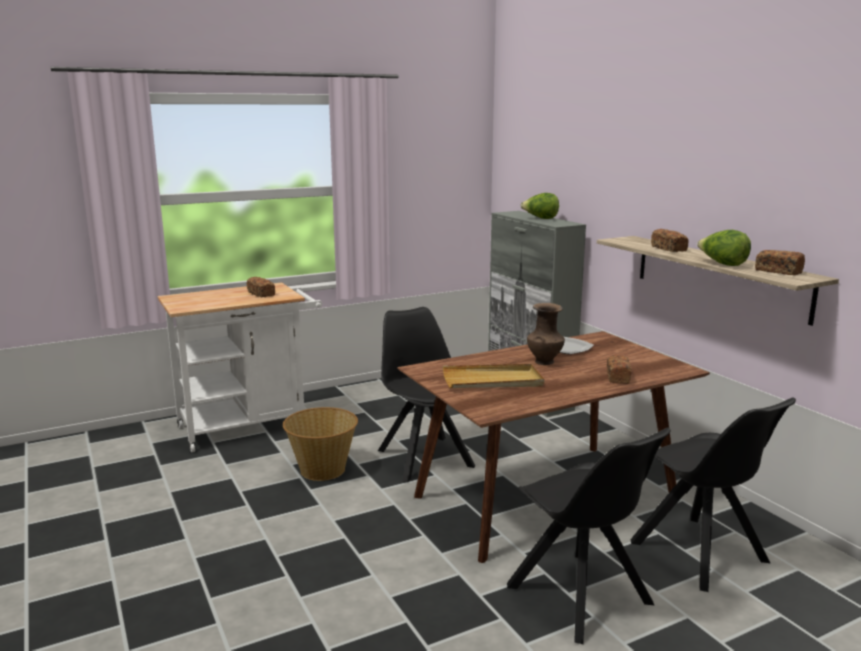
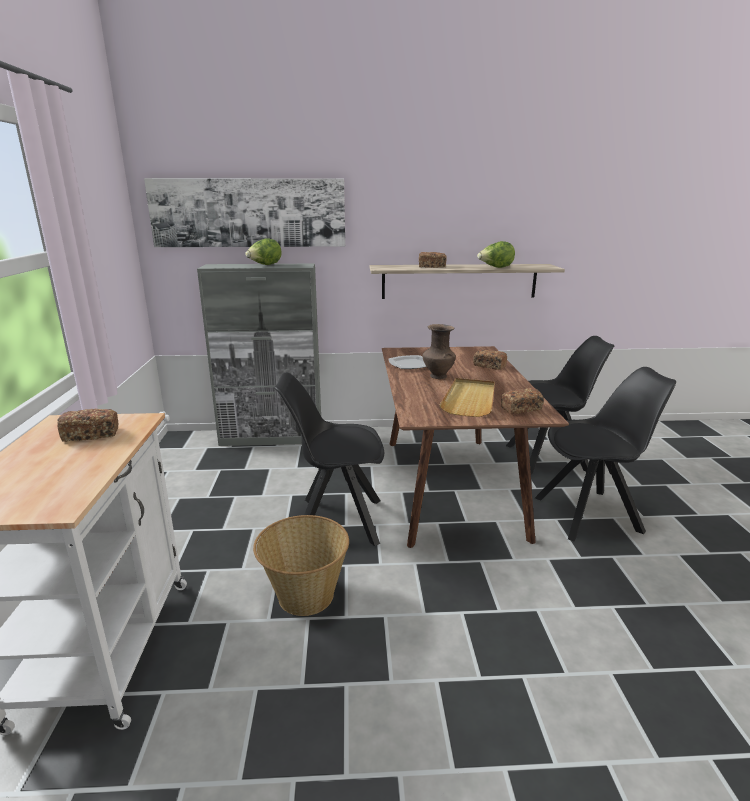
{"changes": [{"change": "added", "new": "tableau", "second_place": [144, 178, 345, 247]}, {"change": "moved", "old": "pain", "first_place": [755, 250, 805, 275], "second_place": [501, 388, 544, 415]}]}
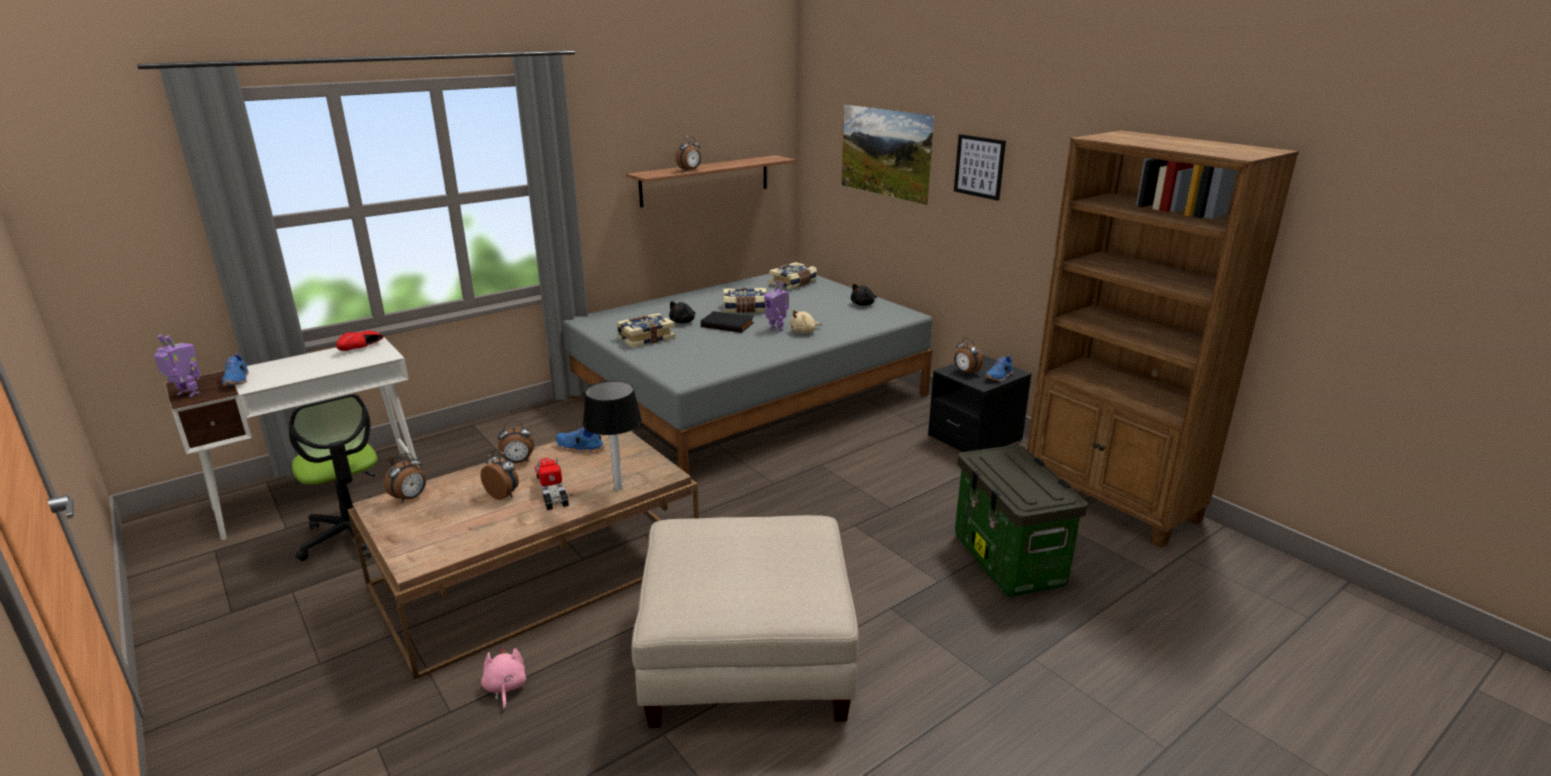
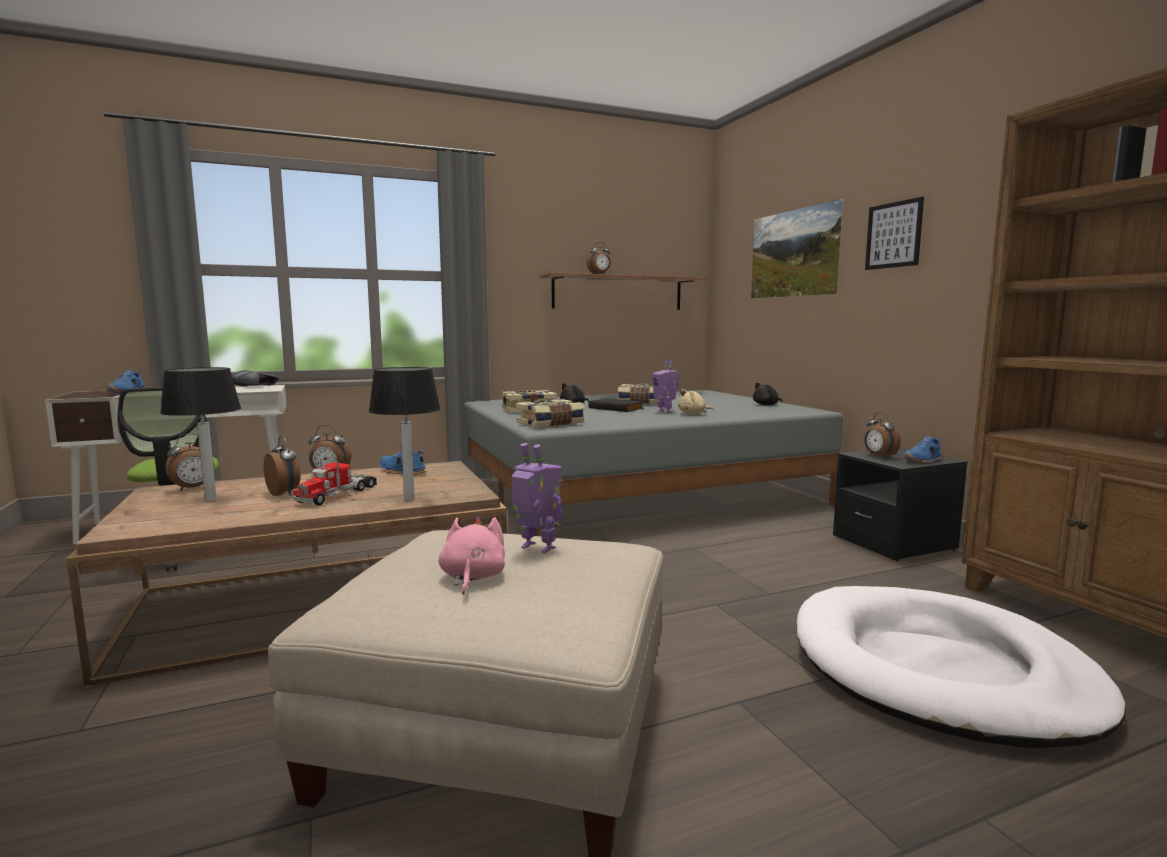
{"changes": [{"change": "added", "new": "lampe de table", "second_place": [160, 367, 242, 502]}, {"change": "moved", "old": "robot jouet", "first_place": [154, 334, 201, 397], "second_place": [511, 443, 562, 553]}, {"change": "moved", "old": "peluche (rose)", "first_place": [481, 646, 526, 710], "second_place": [439, 516, 505, 595]}, {"change": "moved", "old": "livre", "first_place": [769, 262, 817, 290], "second_place": [516, 399, 584, 427]}, {"change": "replaced", "old": "boîte de rangement", "new": "panier pour chien (blanc)", "first_place": [955, 445, 1088, 597], "second_place": [797, 586, 1125, 748]}, {"change": "recoloured", "old": "chaussure (rouge)", "new": "chaussure (noir)", "first_place": [336, 330, 384, 351], "second_place": [232, 370, 279, 387]}, {"change": "turned", "old": "camion jouet", "first_place": [535, 457, 569, 510], "second_place": [293, 459, 377, 506], "degrees": -150}]}
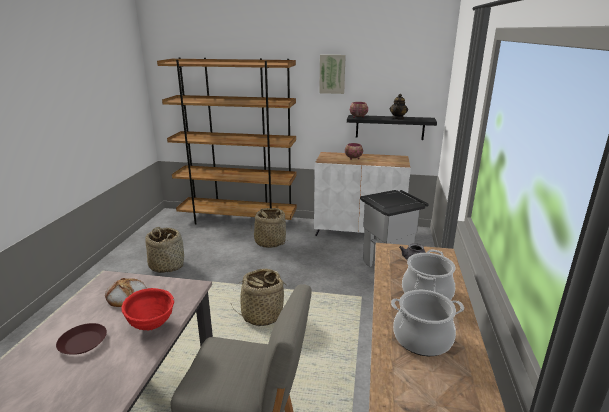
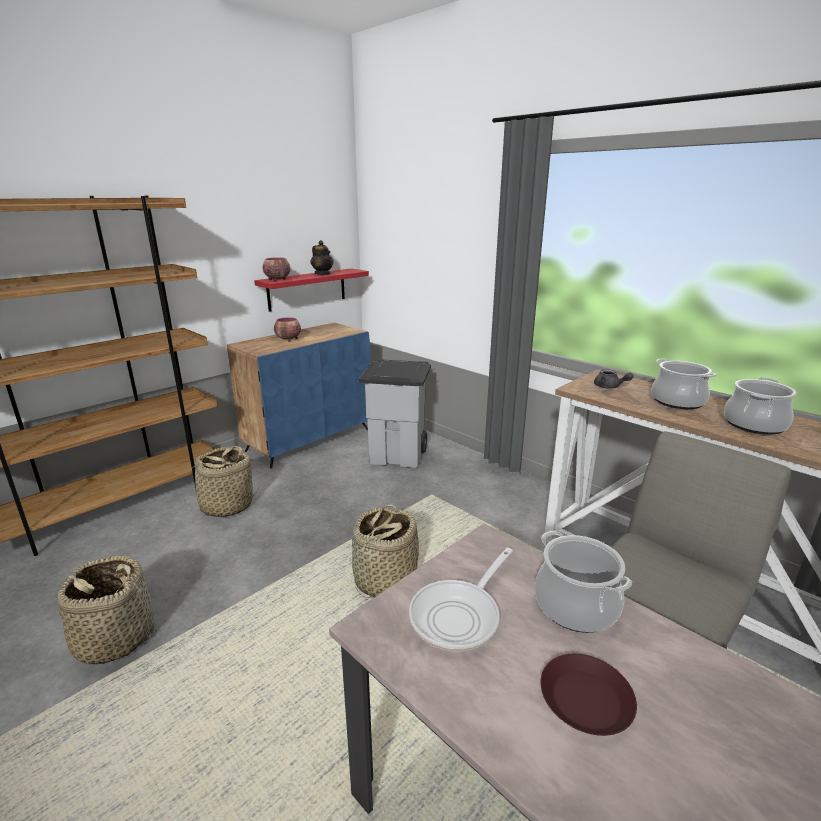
{"changes": [{"change": "removed", "old": "tableau", "first_place": [319, 55, 346, 94]}, {"change": "replaced", "old": "pain", "new": "poêle", "first_place": [105, 278, 147, 307], "second_place": [409, 548, 513, 651]}, {"change": "replaced", "old": "bol (rouge)", "new": "marmite", "first_place": [122, 288, 174, 330], "second_place": [535, 531, 632, 633]}, {"change": "recoloured", "old": "meuble de rangement (blanc)", "new": "meuble de rangement (bleu)", "first_place": [314, 152, 411, 236], "second_place": [227, 323, 370, 469]}, {"change": "recoloured", "old": "étagère (noir)", "new": "étagère (rouge)", "first_place": [347, 115, 437, 140], "second_place": [254, 268, 369, 312]}]}
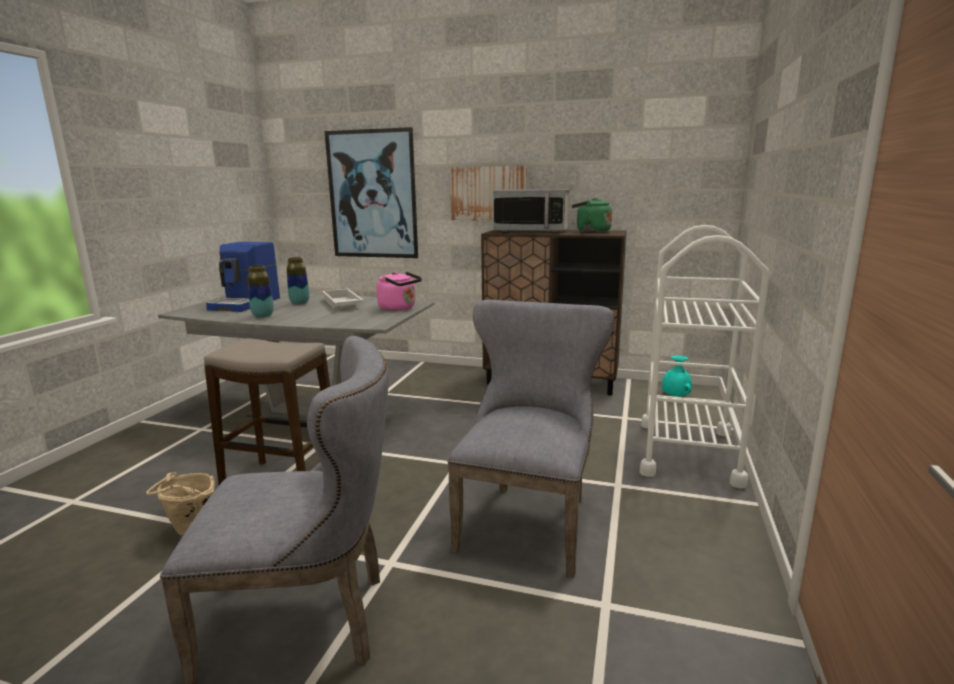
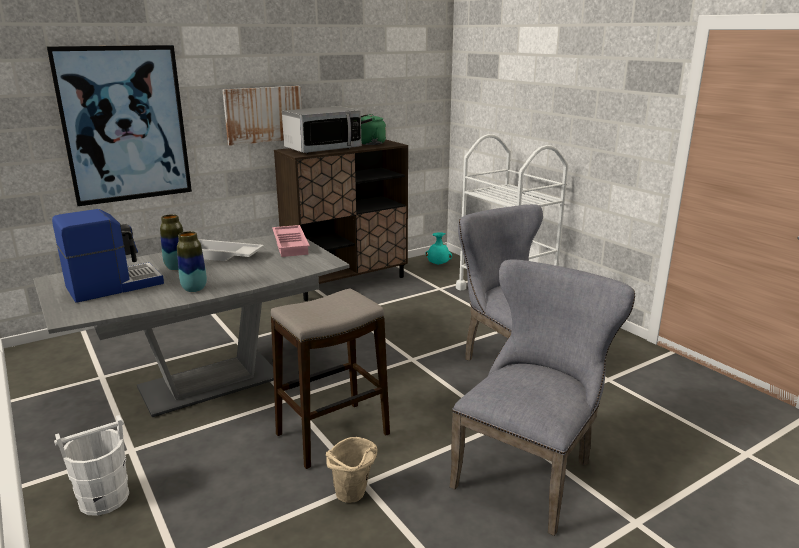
{"changes": [{"change": "added", "new": "seau (blanc)", "second_place": [54, 415, 129, 516]}, {"change": "replaced", "old": "bouilloire (rose)", "new": "plateau (rose)", "first_place": [377, 271, 422, 311], "second_place": [272, 225, 310, 257]}, {"change": "turned", "old": "machine à café", "first_place": [206, 242, 280, 312], "second_place": [52, 209, 164, 303], "degrees": -90}]}
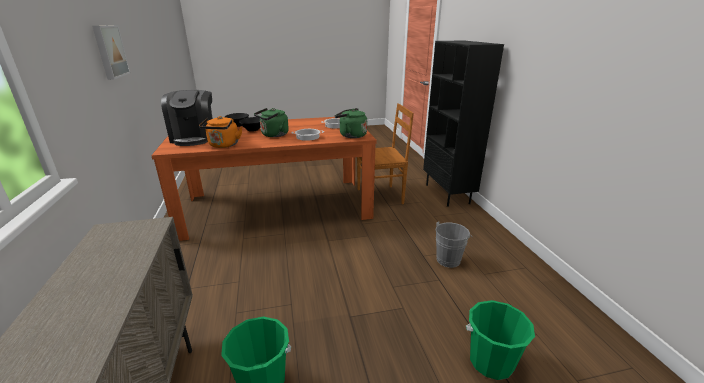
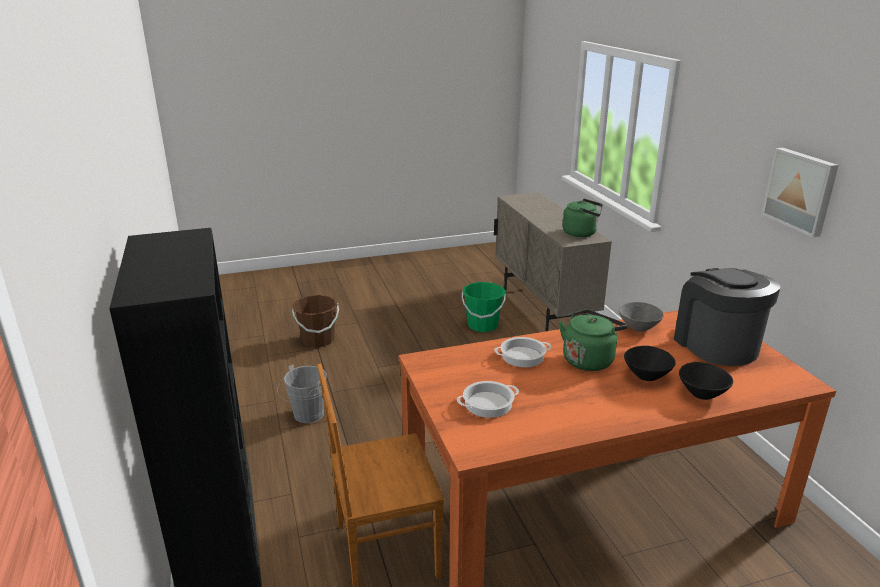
{"changes": [{"change": "moved", "old": "bouilloire (vert)", "first_place": [335, 108, 367, 138], "second_place": [562, 199, 603, 237]}, {"change": "replaced", "old": "bouilloire (orange)", "new": "bol (gris)", "first_place": [199, 116, 242, 148], "second_place": [619, 302, 664, 332]}, {"change": "recoloured", "old": "seau (vert)", "new": "seau (marron)", "first_place": [466, 300, 535, 380], "second_place": [292, 295, 339, 348]}]}
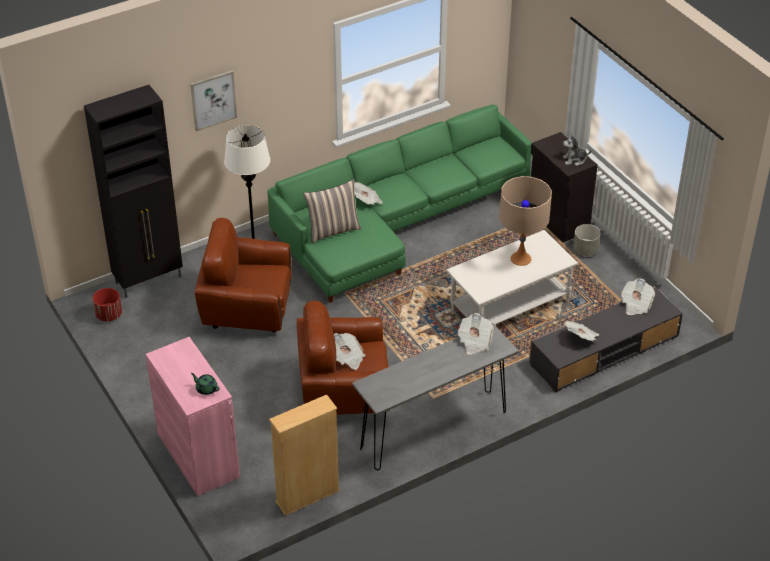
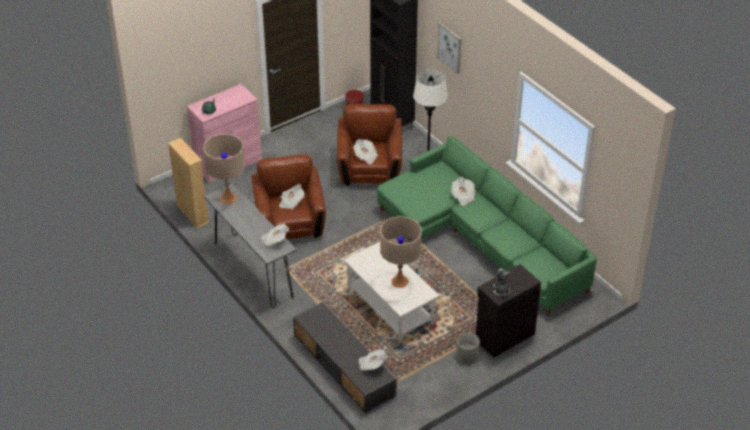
{"changes": [{"change": "removed", "old": "coussin", "first_place": [303, 179, 361, 243]}, {"change": "added", "new": "lampe de table (beige)", "second_place": [203, 134, 245, 204]}, {"change": "moved", "old": "journal", "first_place": [565, 321, 599, 341], "second_place": [353, 139, 378, 164]}]}
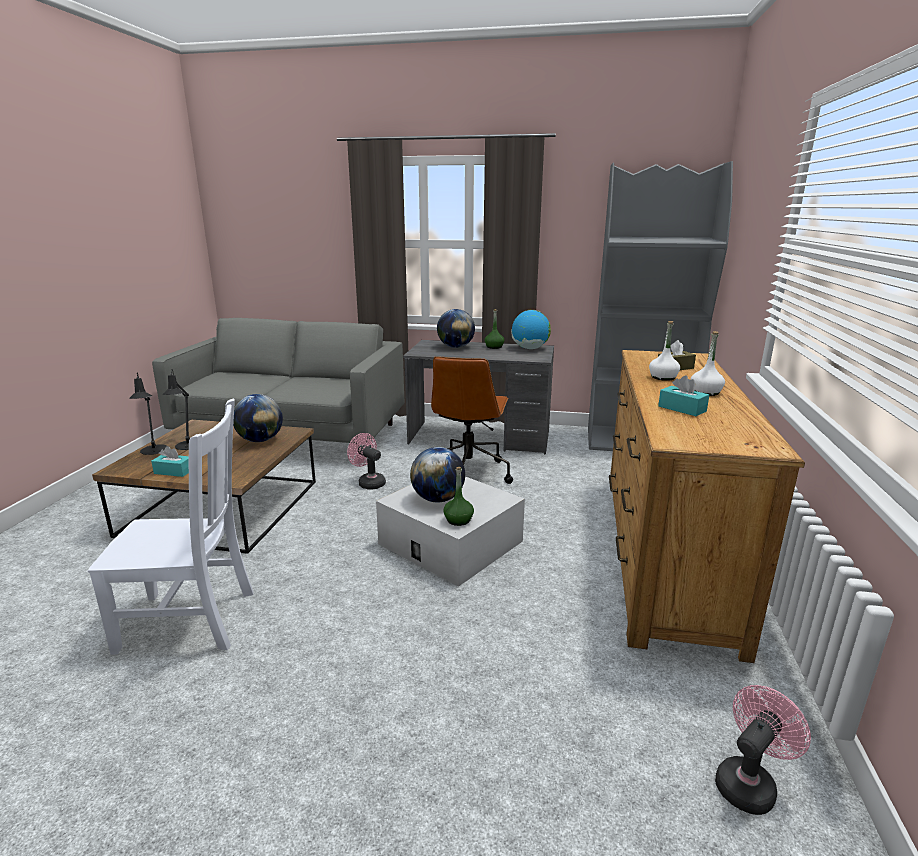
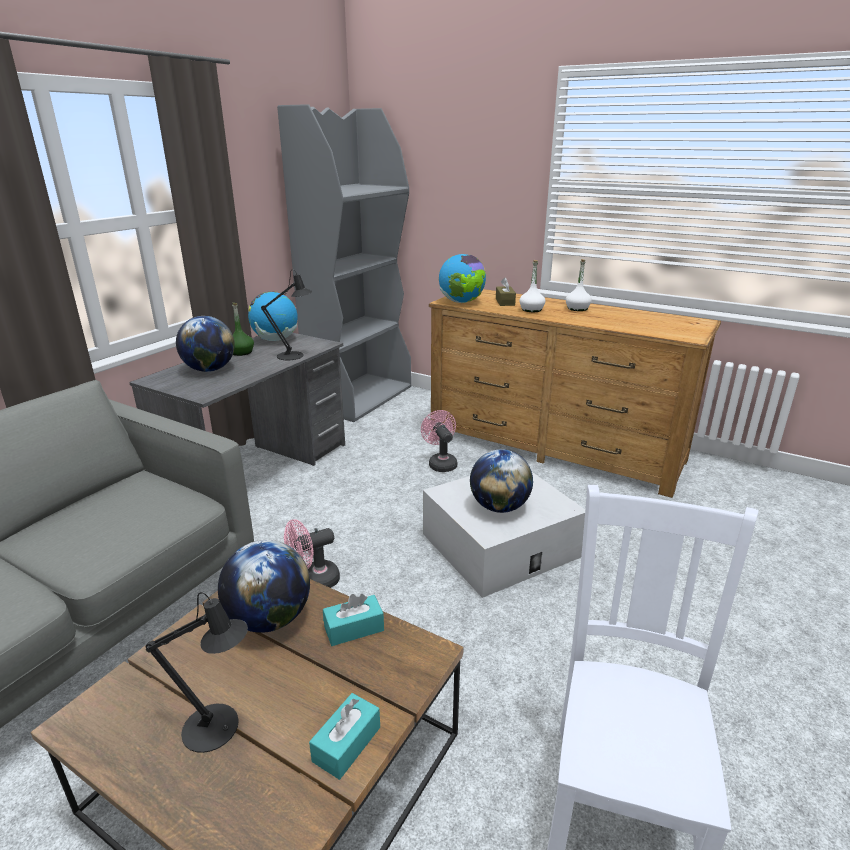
{"changes": [{"change": "removed", "old": "chaise de bureau (marron)", "first_place": [431, 356, 513, 484]}, {"change": "removed", "old": "bouteille (vert)", "first_place": [443, 467, 474, 526]}, {"change": "added", "new": "globe", "second_place": [439, 254, 486, 303]}, {"change": "moved", "old": "lampe de table (noir)", "first_place": [129, 372, 167, 455], "second_place": [261, 269, 312, 360]}, {"change": "moved", "old": "boîte à mouchoirs (turquoise)", "first_place": [658, 375, 709, 416], "second_place": [323, 594, 384, 646]}, {"change": "moved", "old": "ventilateur (rose)", "first_place": [715, 685, 811, 815], "second_place": [421, 410, 457, 472]}]}
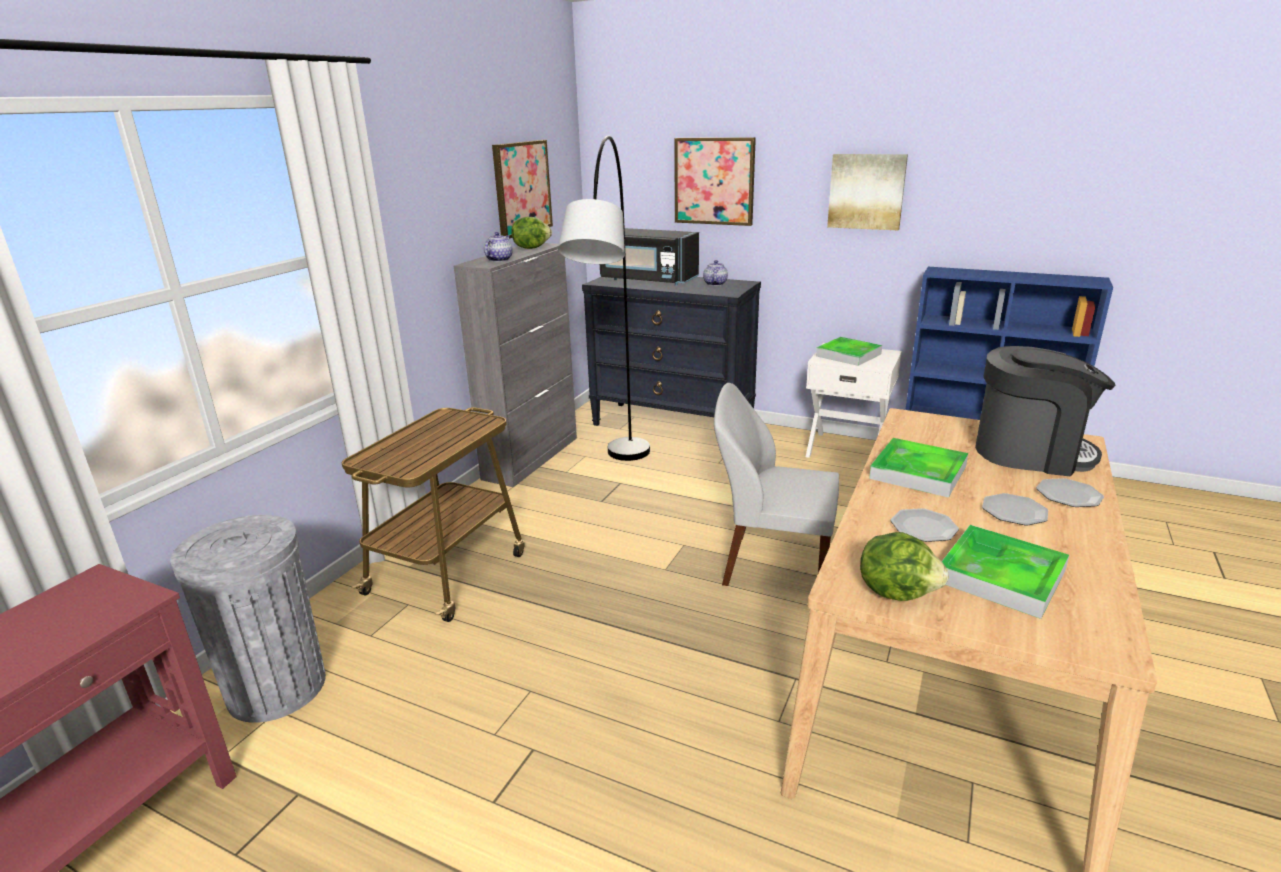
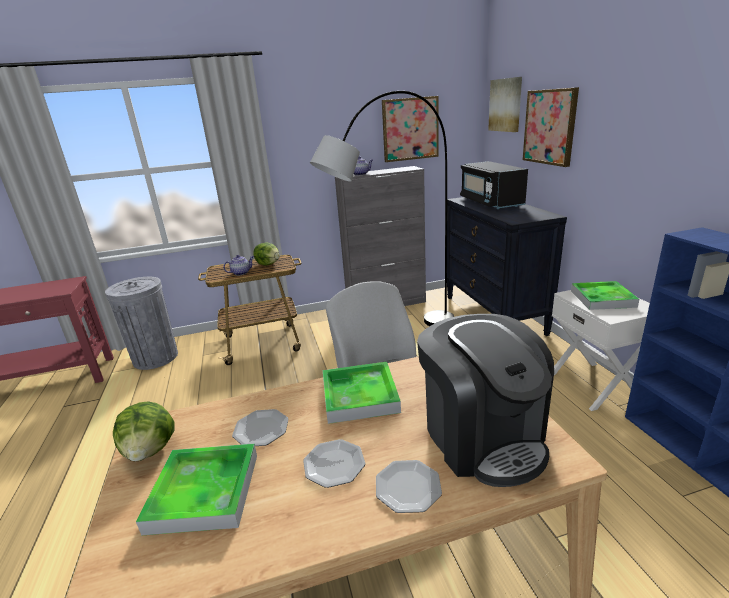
{"changes": [{"change": "moved", "old": "laitue", "first_place": [511, 217, 552, 249], "second_place": [253, 242, 280, 265]}, {"change": "moved", "old": "théière", "first_place": [703, 260, 728, 286], "second_place": [223, 255, 254, 276]}, {"change": "moved", "old": "tableau", "first_place": [827, 154, 908, 230], "second_place": [488, 77, 522, 132]}]}
